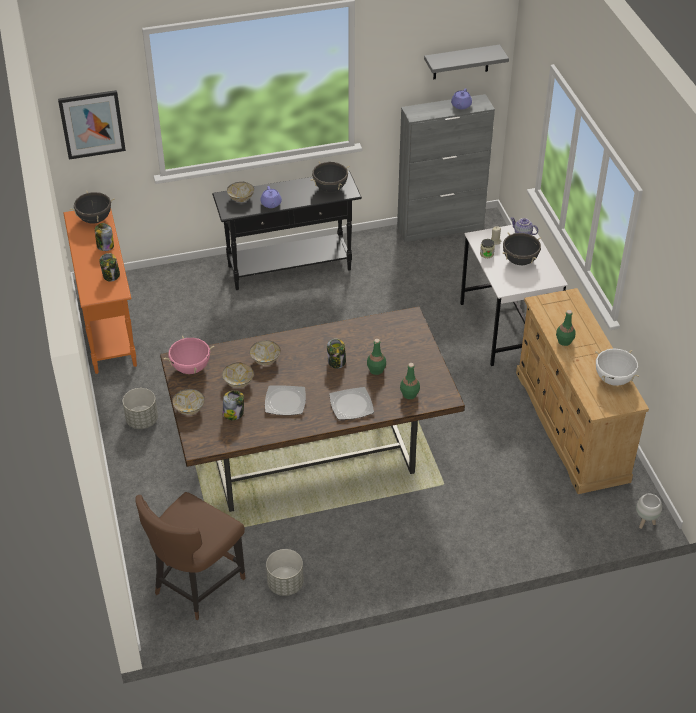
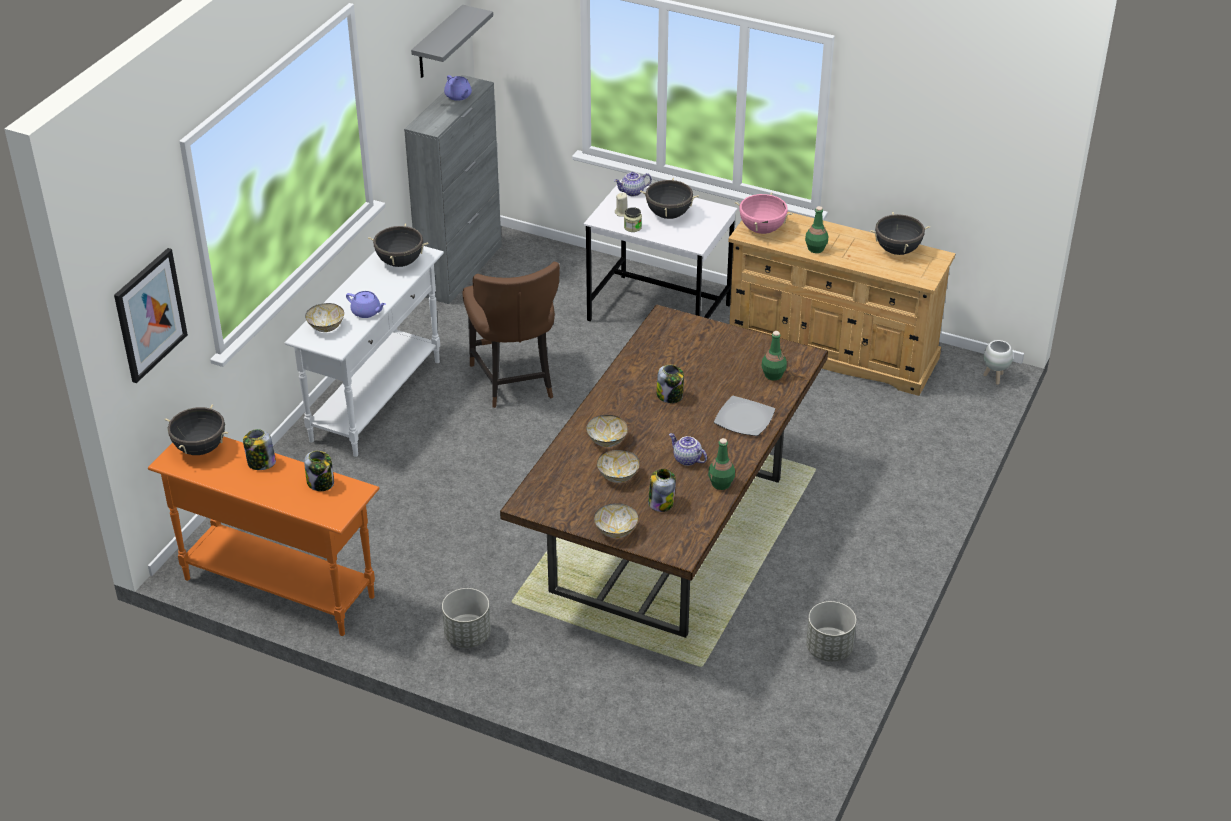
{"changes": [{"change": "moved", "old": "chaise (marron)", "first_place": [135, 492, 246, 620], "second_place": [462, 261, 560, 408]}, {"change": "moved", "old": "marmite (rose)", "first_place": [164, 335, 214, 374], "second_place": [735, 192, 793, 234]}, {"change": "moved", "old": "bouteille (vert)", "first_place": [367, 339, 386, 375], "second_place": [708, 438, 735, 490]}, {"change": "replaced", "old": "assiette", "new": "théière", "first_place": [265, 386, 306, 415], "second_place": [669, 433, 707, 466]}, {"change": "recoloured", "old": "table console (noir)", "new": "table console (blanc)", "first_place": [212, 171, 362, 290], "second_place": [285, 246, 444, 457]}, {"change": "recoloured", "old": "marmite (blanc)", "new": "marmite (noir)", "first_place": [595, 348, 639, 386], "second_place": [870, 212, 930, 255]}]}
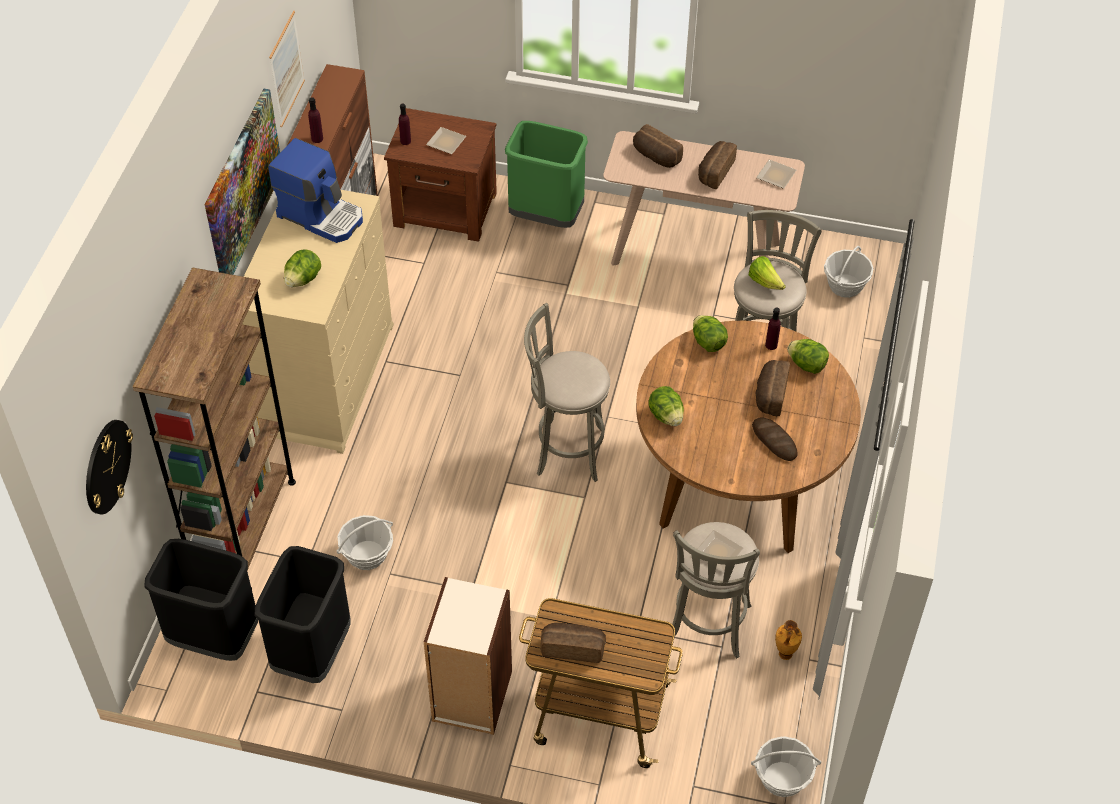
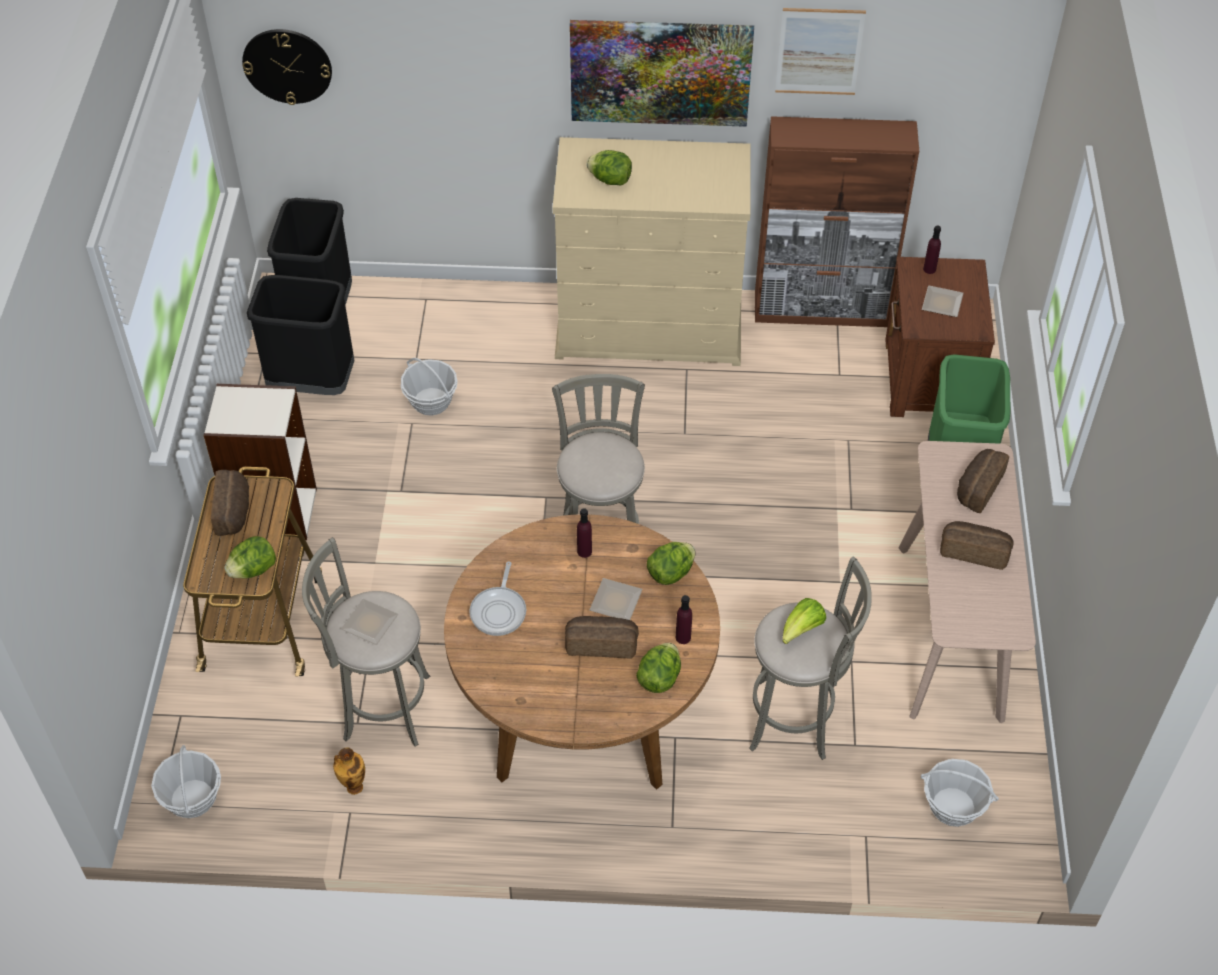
{"changes": [{"change": "removed", "old": "bibliothèque (marron)", "first_place": [133, 267, 296, 589]}, {"change": "removed", "old": "machine à café", "first_place": [268, 138, 363, 243]}, {"change": "removed", "old": "pain", "first_place": [752, 417, 798, 461]}, {"change": "added", "new": "poêle", "second_place": [469, 562, 526, 636]}, {"change": "moved", "old": "bouteille (violet)", "first_place": [308, 97, 323, 143], "second_place": [577, 508, 592, 558]}, {"change": "moved", "old": "laitue", "first_place": [648, 386, 684, 426], "second_place": [224, 536, 276, 579]}, {"change": "moved", "old": "assiette", "first_place": [756, 159, 796, 189], "second_place": [590, 578, 642, 620]}]}
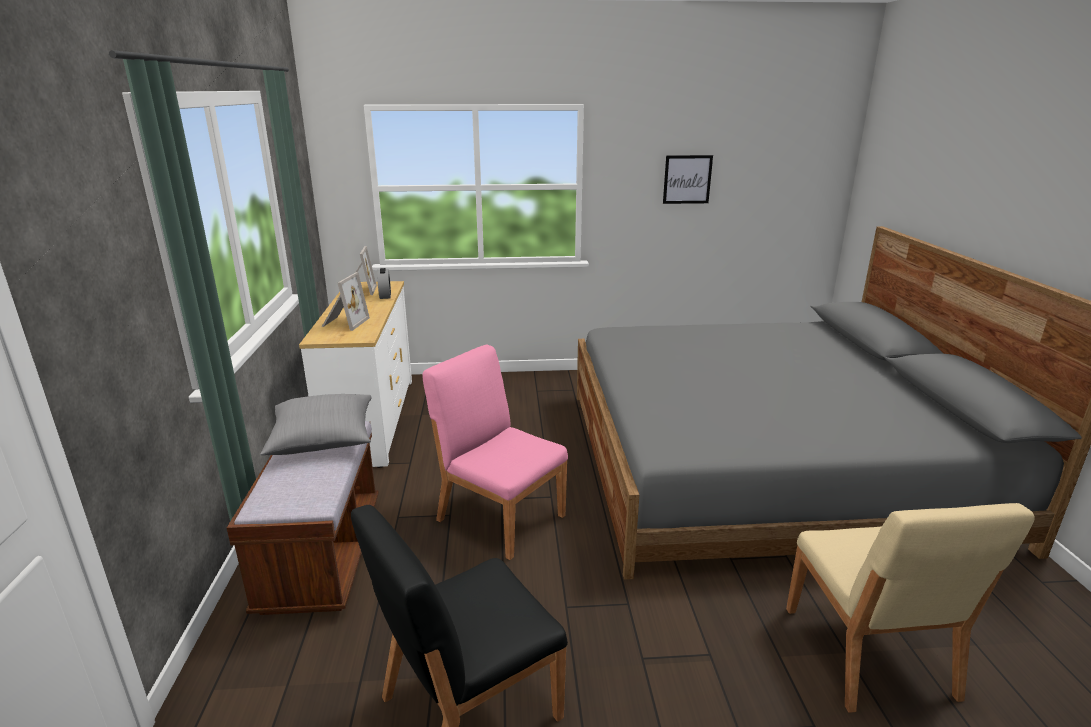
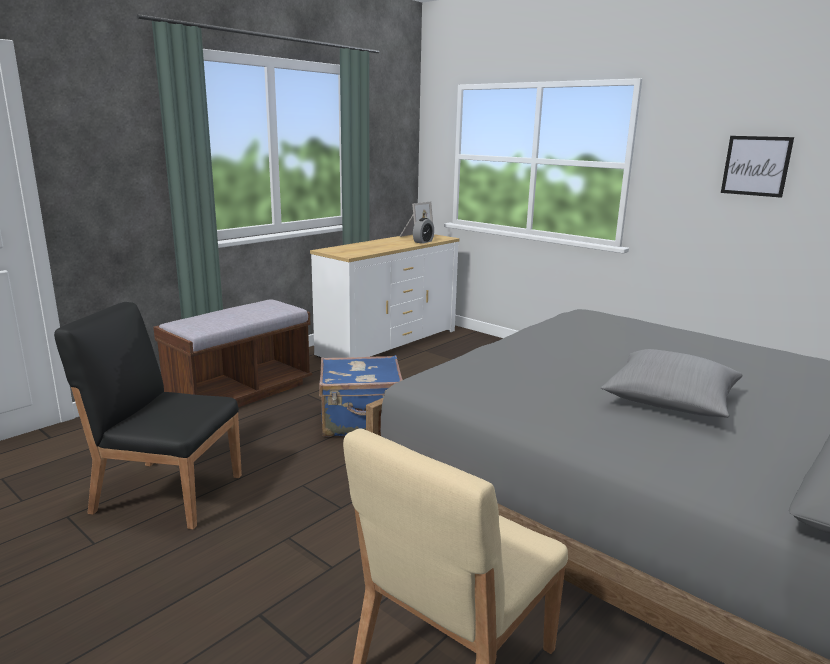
{"changes": [{"change": "removed", "old": "cadre photo", "first_place": [322, 272, 370, 331]}, {"change": "moved", "old": "coussin (gris)", "first_place": [260, 394, 372, 455], "second_place": [601, 349, 742, 418]}, {"change": "replaced", "old": "chaise (rose)", "new": "valise (bleu)", "first_place": [422, 344, 568, 560], "second_place": [319, 355, 403, 437]}]}
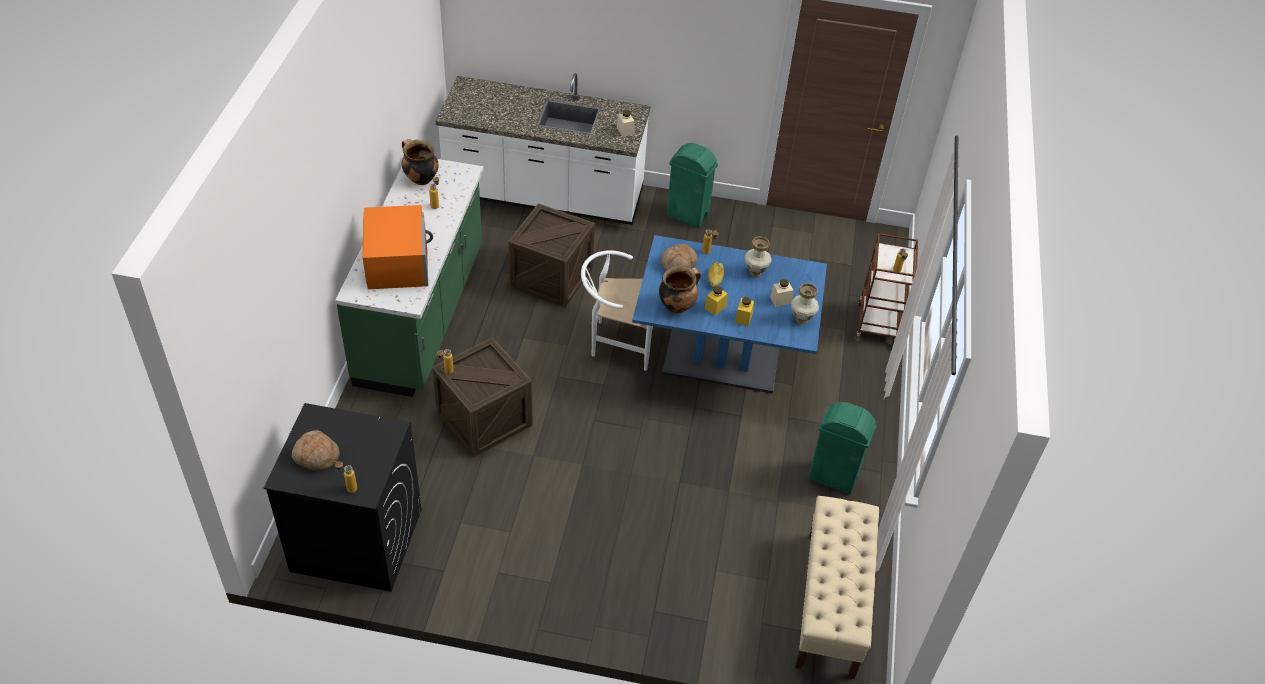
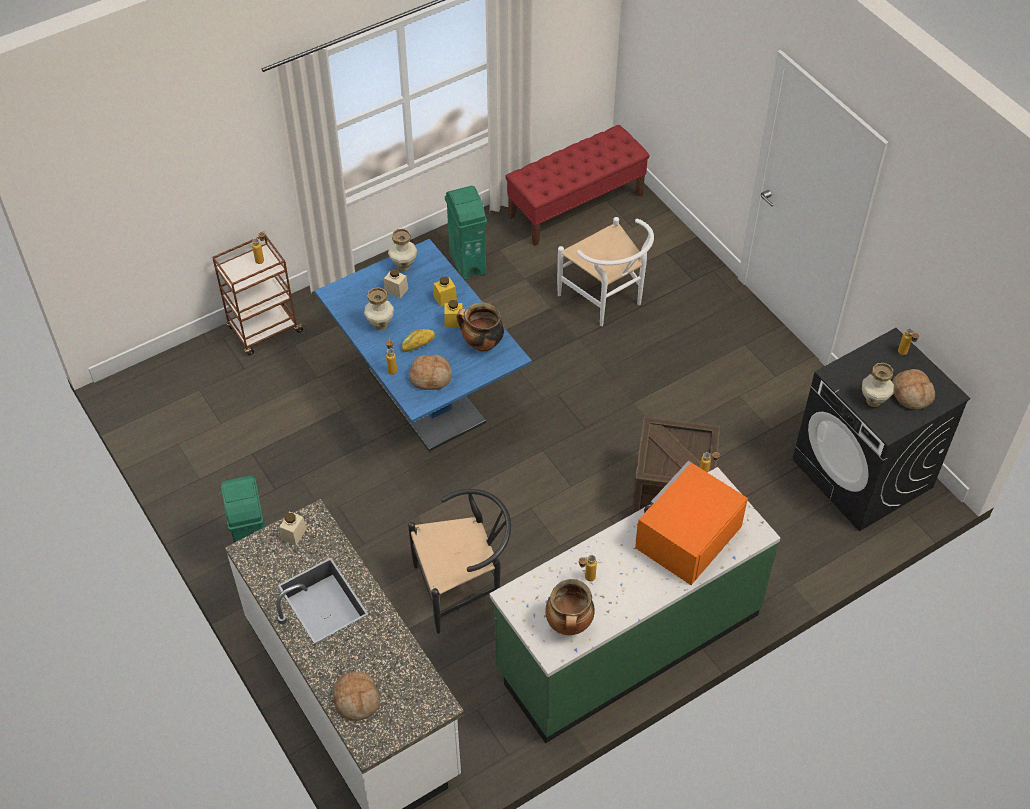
{"changes": [{"change": "added", "new": "pain", "second_place": [333, 671, 380, 721]}, {"change": "added", "new": "vase", "second_place": [862, 363, 894, 407]}, {"change": "moved", "old": "chaise (blanc)", "first_place": [581, 250, 653, 371], "second_place": [557, 217, 654, 326]}, {"change": "replaced", "old": "caisse", "new": "chaise (noir)", "first_place": [508, 203, 595, 308], "second_place": [408, 489, 511, 634]}, {"change": "recoloured", "old": "banc (beige)", "new": "banc (rouge)", "first_place": [795, 496, 879, 679], "second_place": [505, 125, 650, 246]}]}
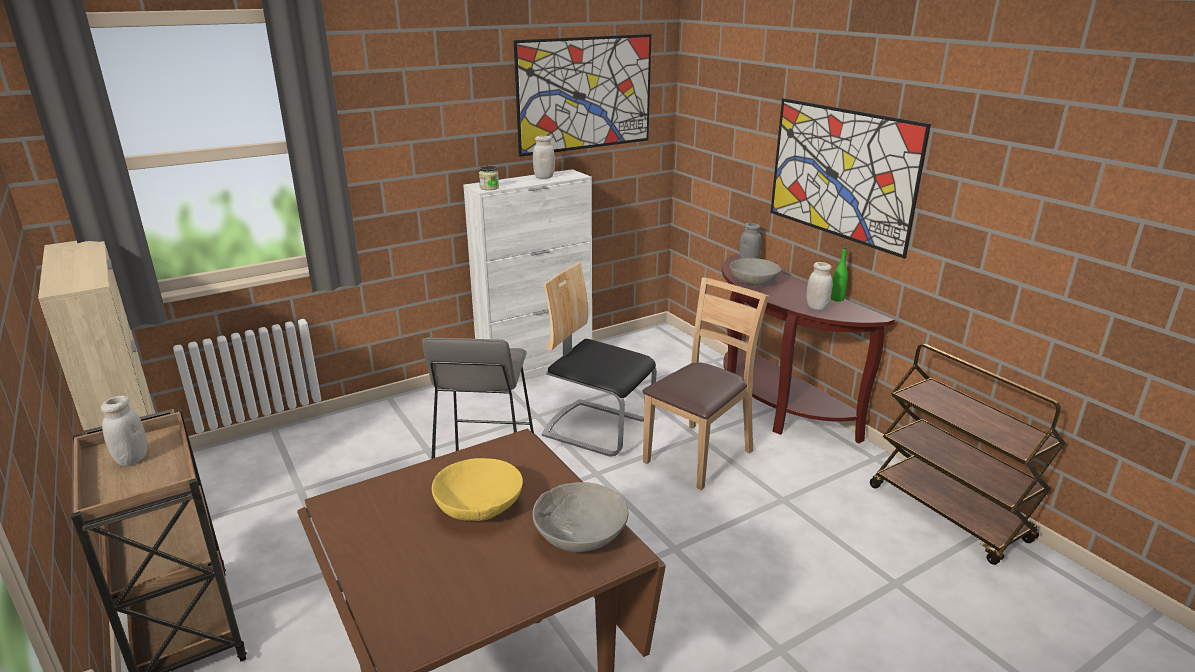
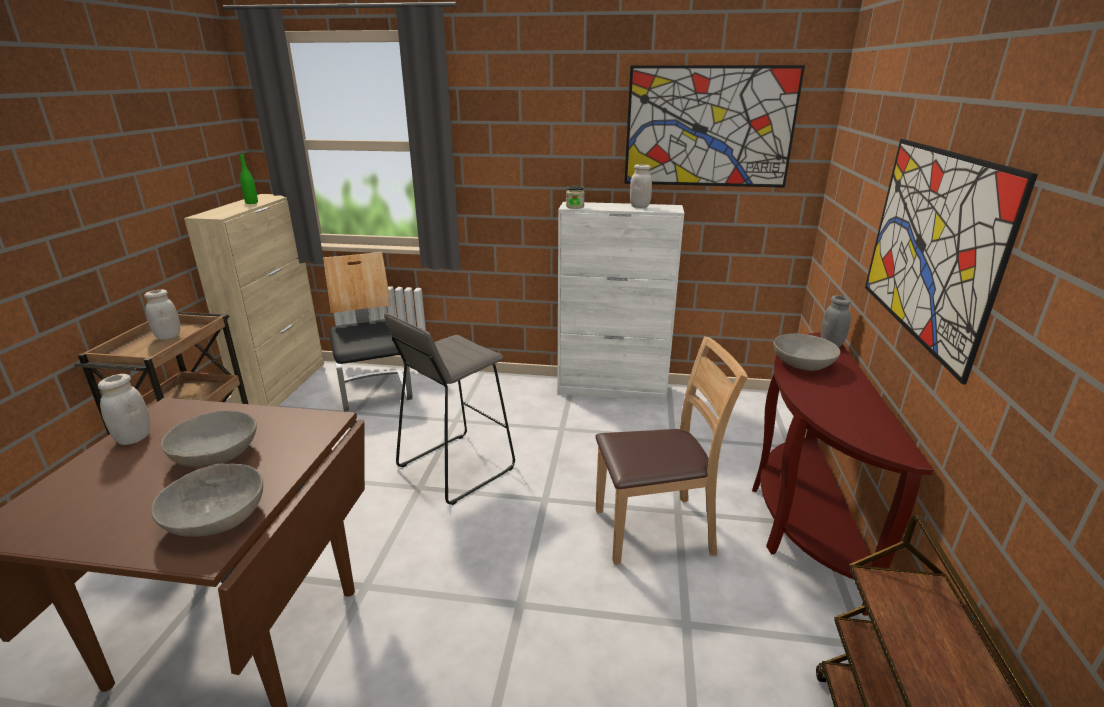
{"changes": [{"change": "moved", "old": "chaise", "first_place": [542, 262, 657, 456], "second_place": [323, 251, 413, 412]}, {"change": "moved", "old": "bocal (blanc)", "first_place": [806, 262, 833, 310], "second_place": [98, 374, 150, 445]}, {"change": "moved", "old": "bouteille (vert)", "first_place": [831, 247, 848, 302], "second_place": [239, 153, 258, 204]}, {"change": "recoloured", "old": "bol (jaune)", "new": "bol (gris)", "first_place": [432, 458, 523, 521], "second_place": [161, 411, 257, 467]}]}
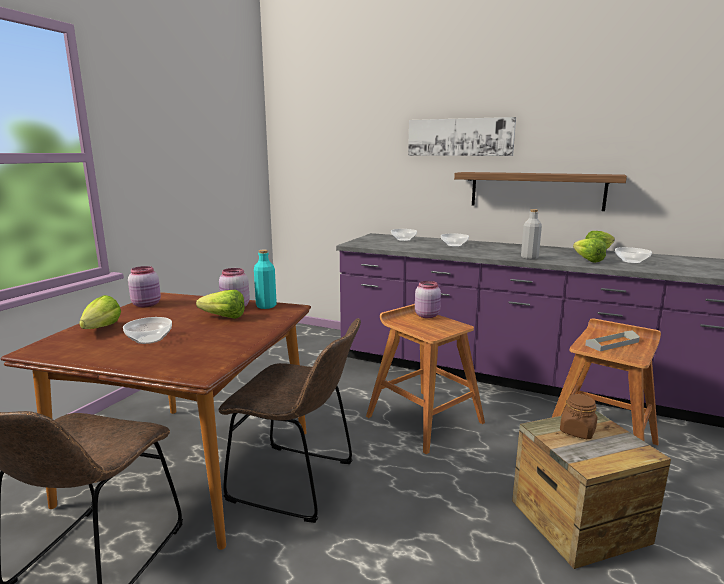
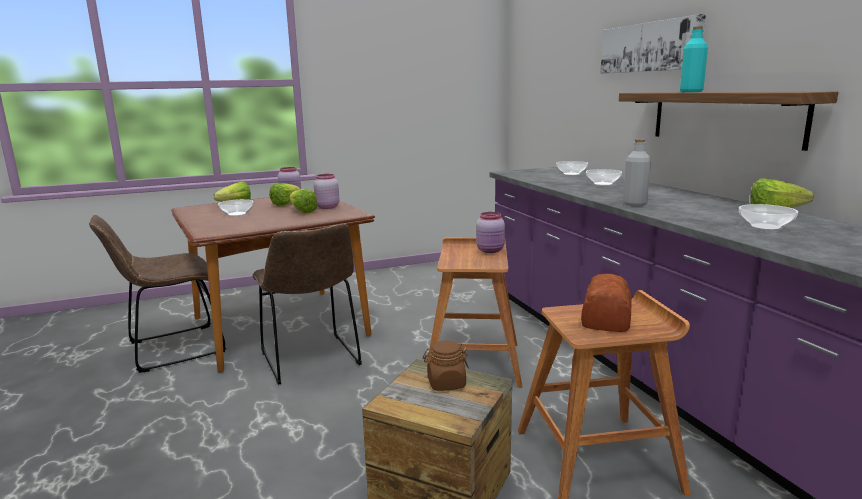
{"changes": [{"change": "moved", "old": "bouteille (turquoise)", "first_place": [254, 250, 277, 309], "second_place": [680, 26, 708, 92]}, {"change": "moved", "old": "laitue", "first_place": [573, 238, 606, 263], "second_place": [269, 183, 300, 206]}, {"change": "replaced", "old": "plateau (gris)", "new": "pain", "first_place": [585, 330, 640, 351], "second_place": [581, 274, 632, 332]}]}
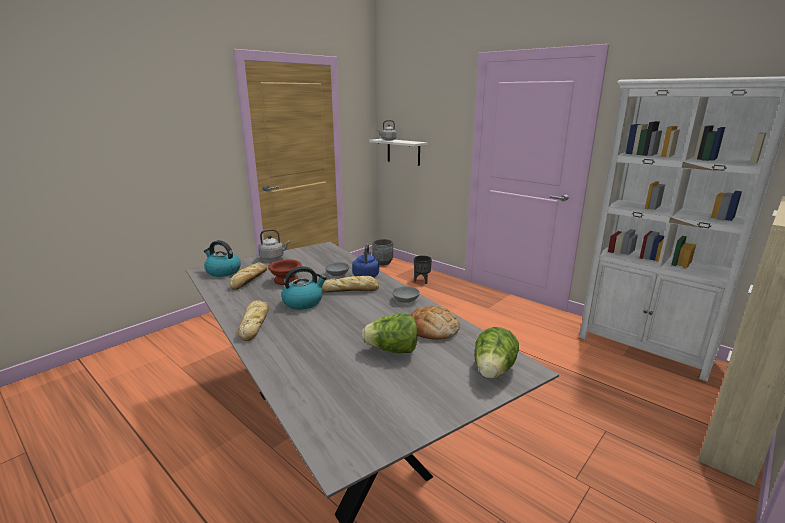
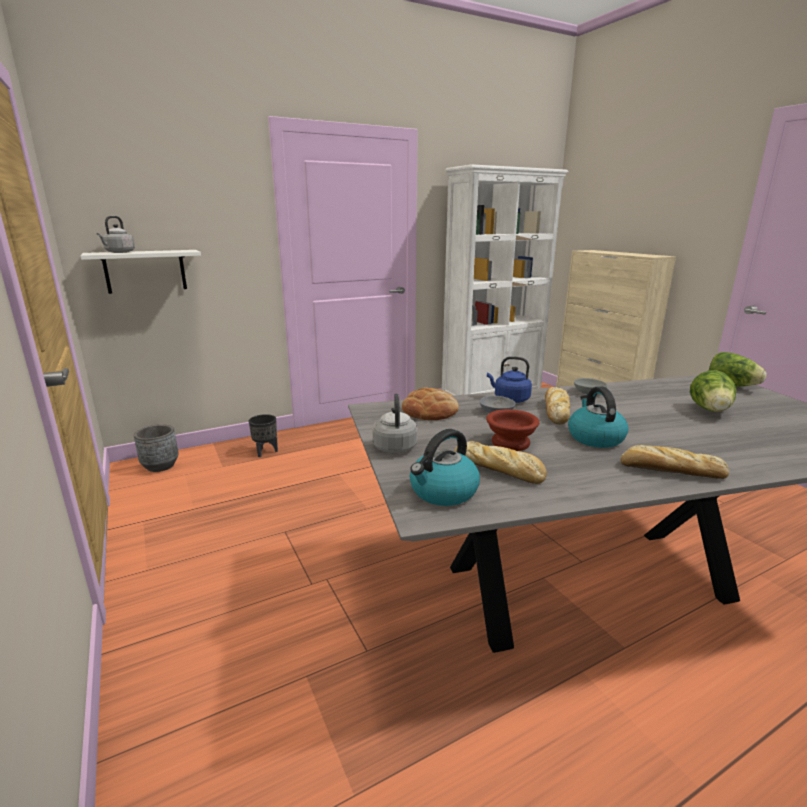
{"changes": [{"change": "moved", "old": "pain", "first_place": [411, 305, 460, 340], "second_place": [402, 388, 459, 420]}]}
